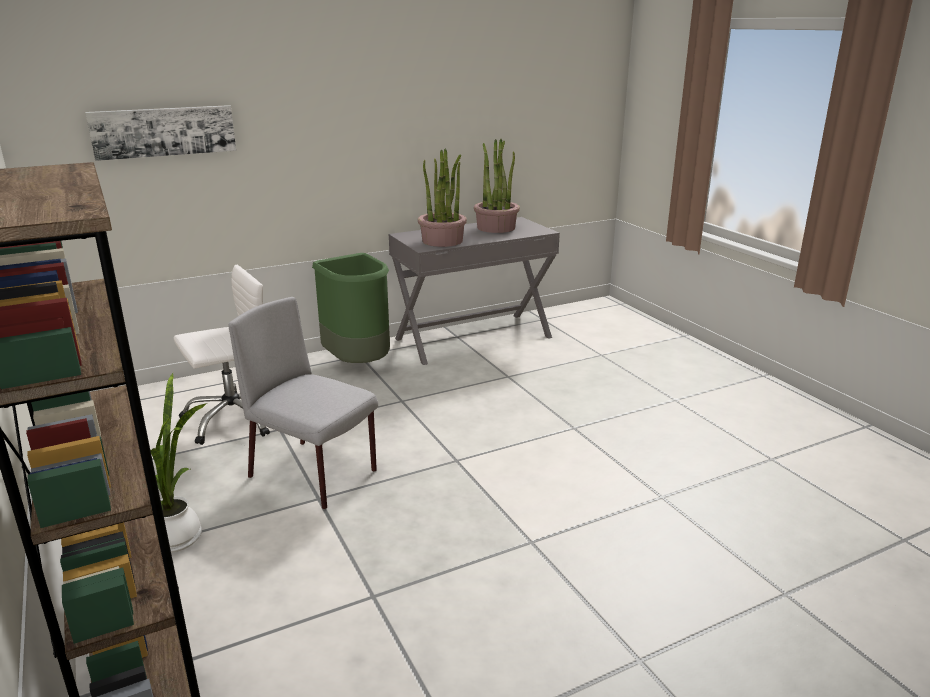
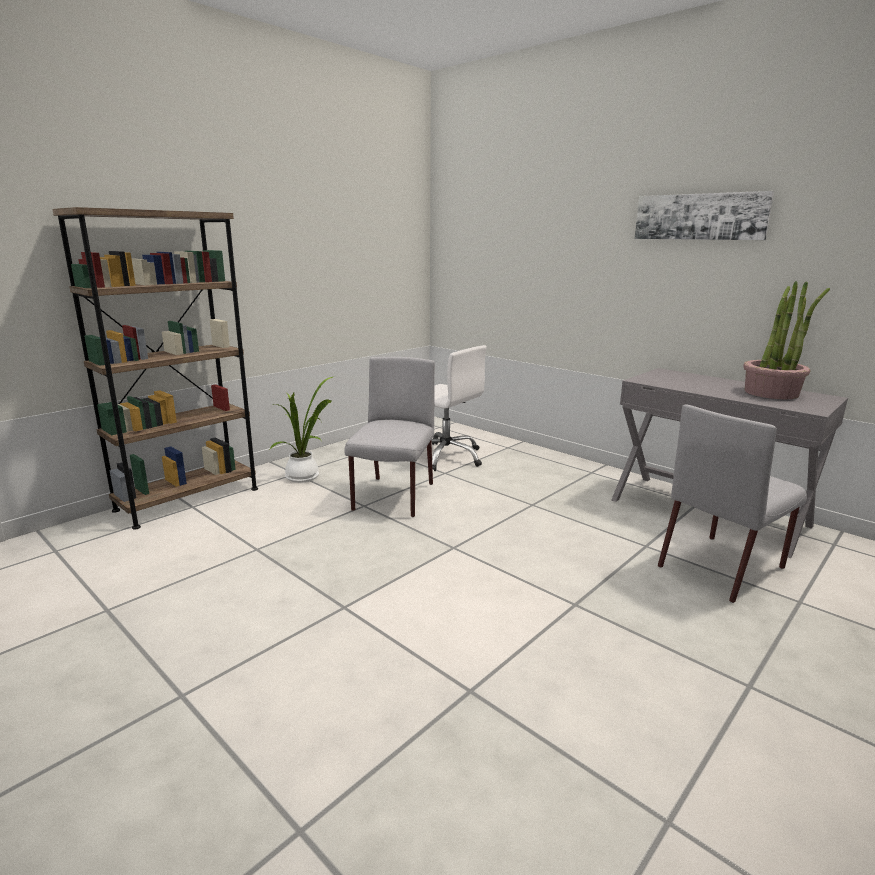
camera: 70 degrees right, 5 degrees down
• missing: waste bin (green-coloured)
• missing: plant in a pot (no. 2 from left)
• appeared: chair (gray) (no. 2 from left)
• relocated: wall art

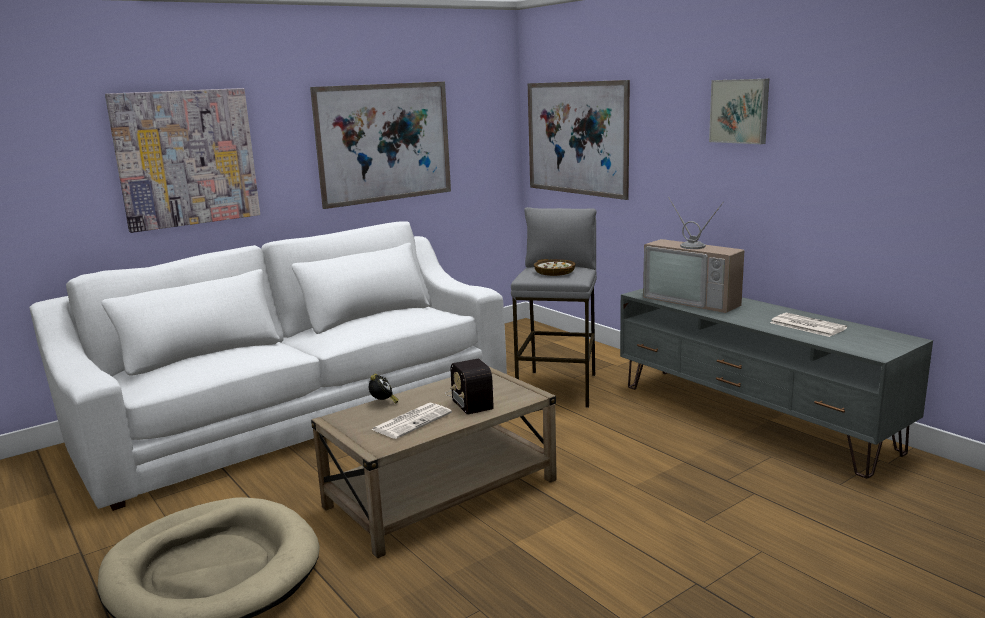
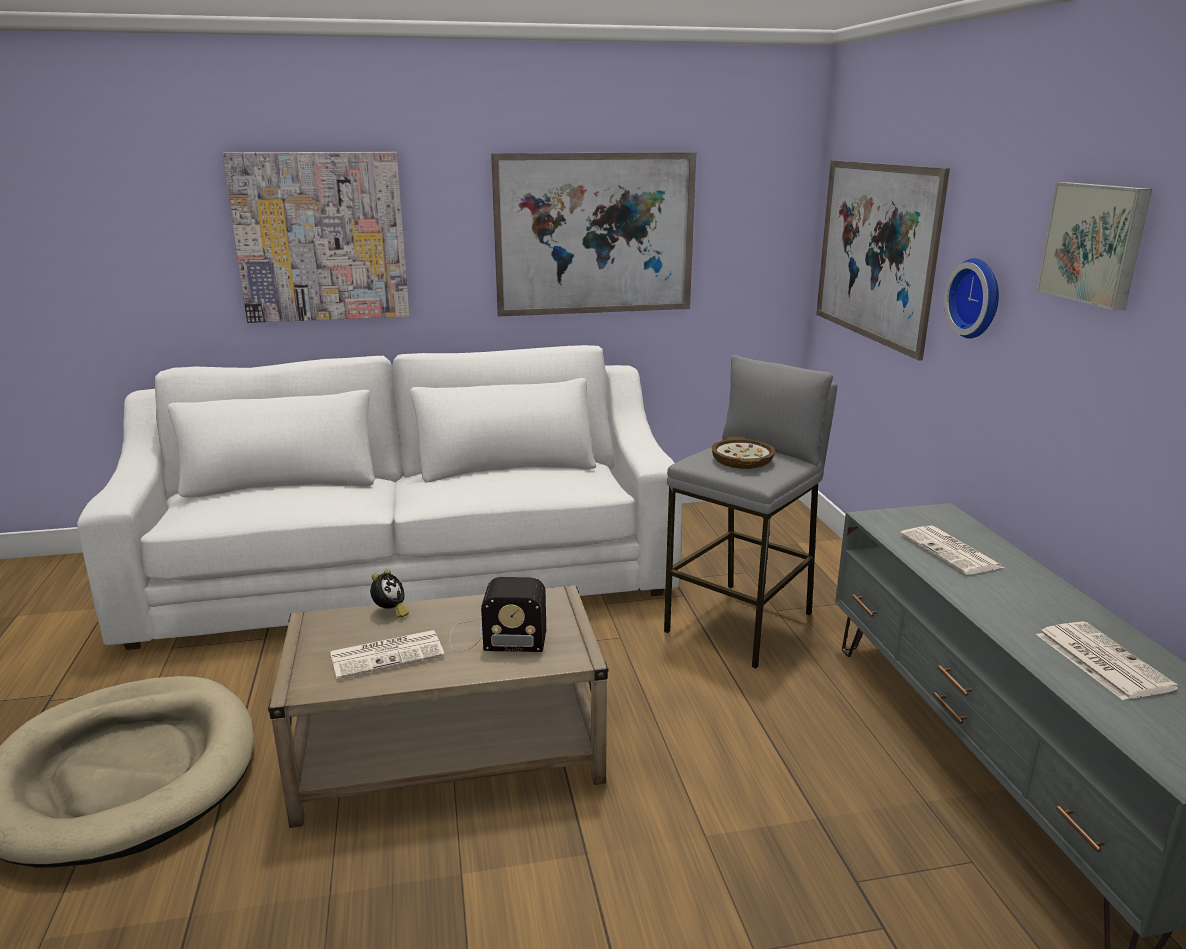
camera: 25 degrees right, 5 degrees up
• appeared: wall clock
• exchanged: TV to printed paper (no. 2 from left)
• spun: radio 90 degrees counterclockwise

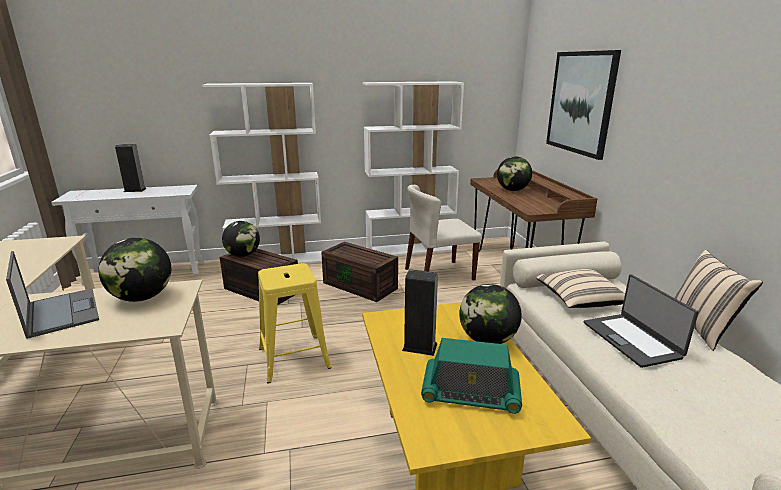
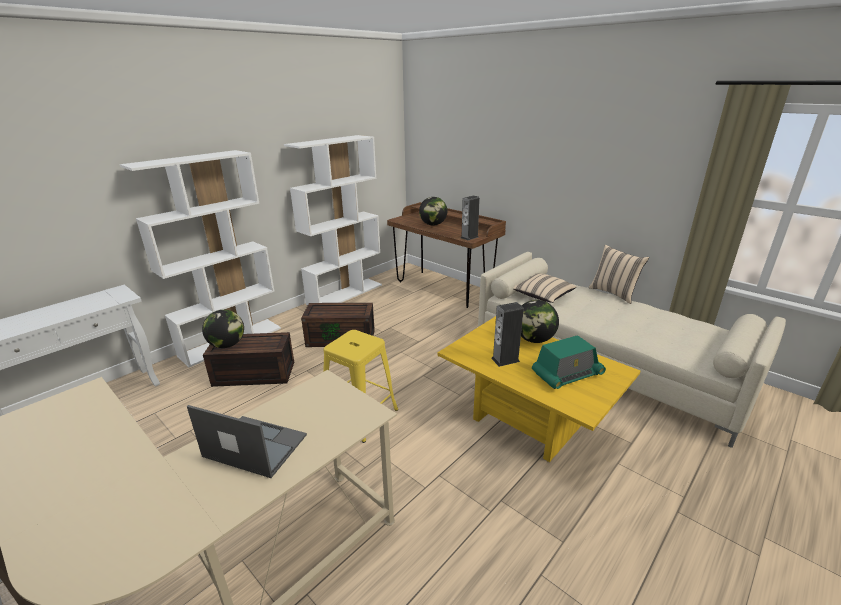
camera: 35 degrees left, 5 degrees up
• missing: globe (no. 1 from left)
• missing: chair (beige-coloured)
• missing: wall art
• missing: laptop (no. 2 from left)
• relocated: loudspeaker (no. 1 from left)

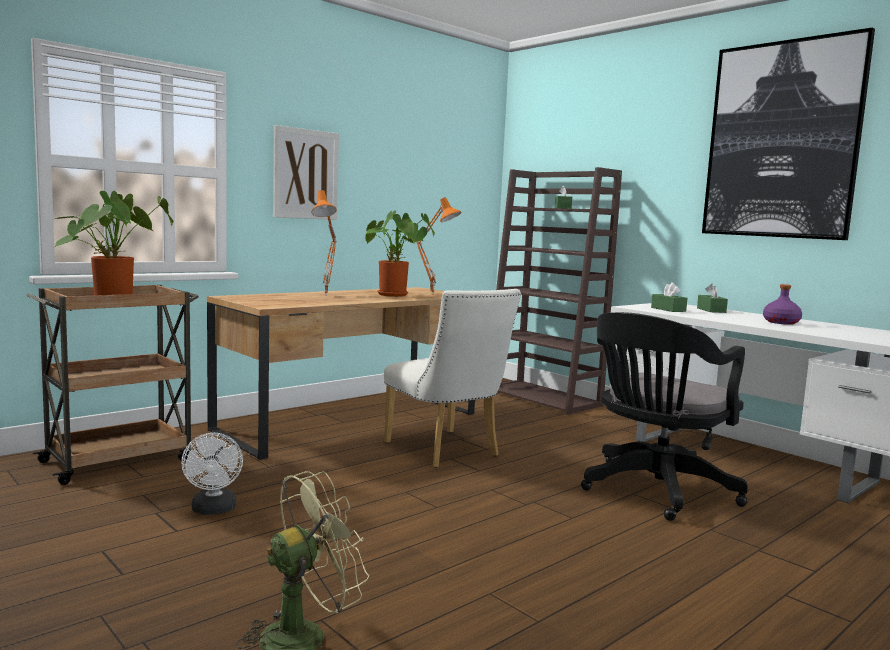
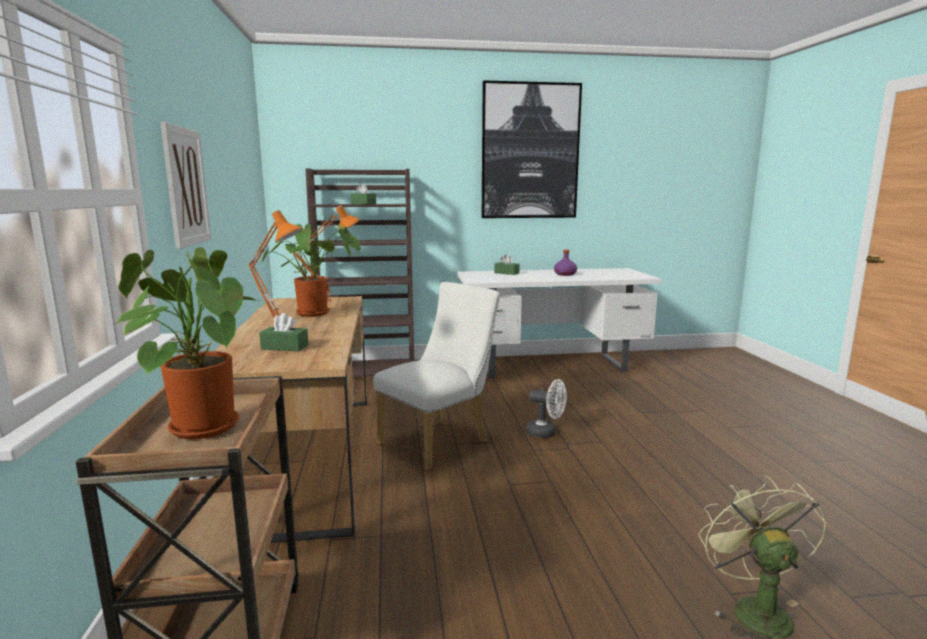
camera: 55 degrees left, 5 degrees up
• missing: office chair (black-coloured)
• relocated: electric fan (white)
• relocated: tissue box (green-coloured) (no. 2 from left in the first image) to tissue box (green-coloured) (no. 1 from left)
• spun: chair (white) 45 degrees counterclockwise

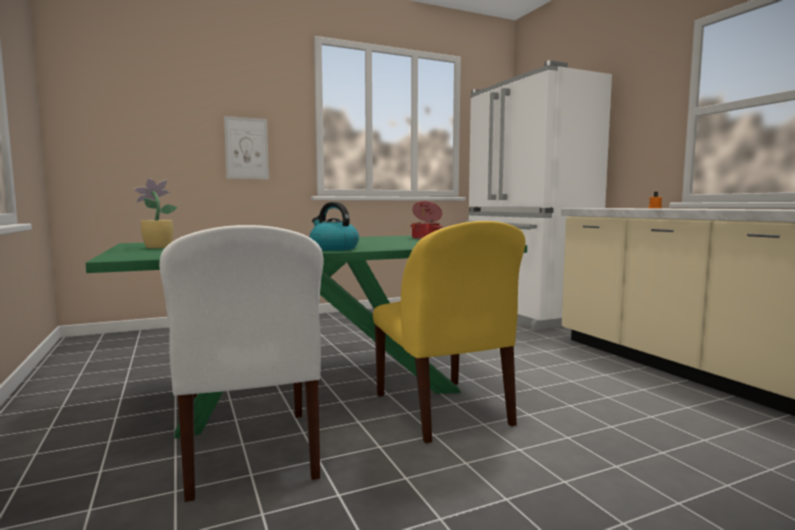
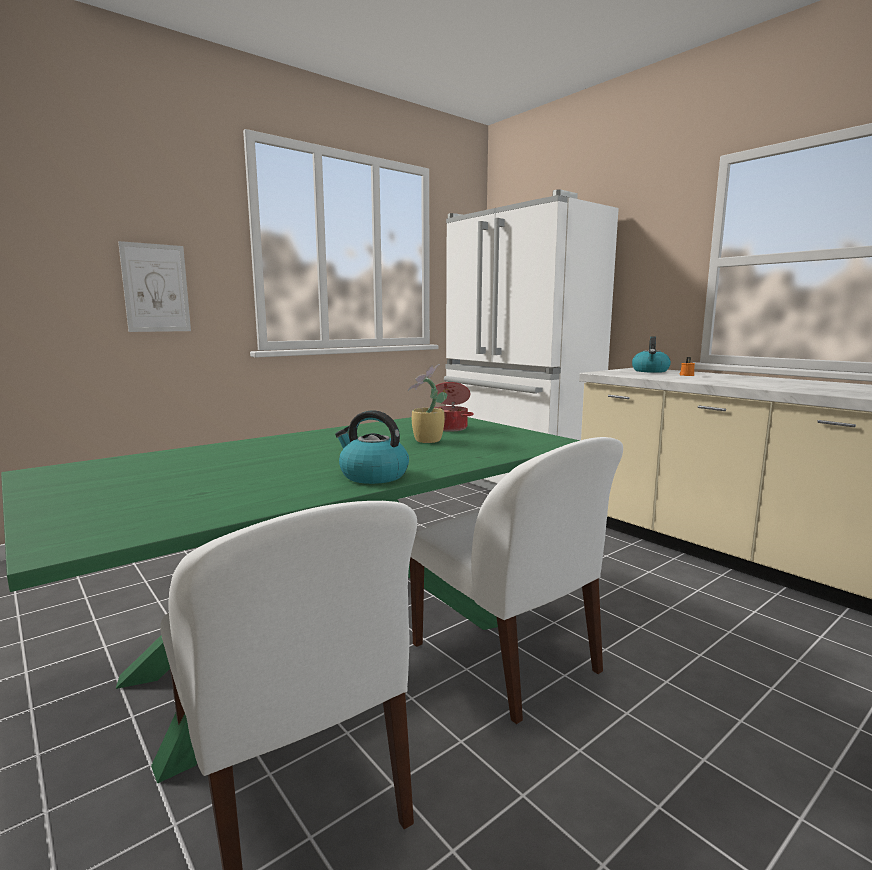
camera: 15 degrees left, 5 degrees up
• appeared: water kettle (no. 2 from left)
• relocated: plant in a pot
• colour: chair (yellowish) to chair (white) (no. 2 from left)

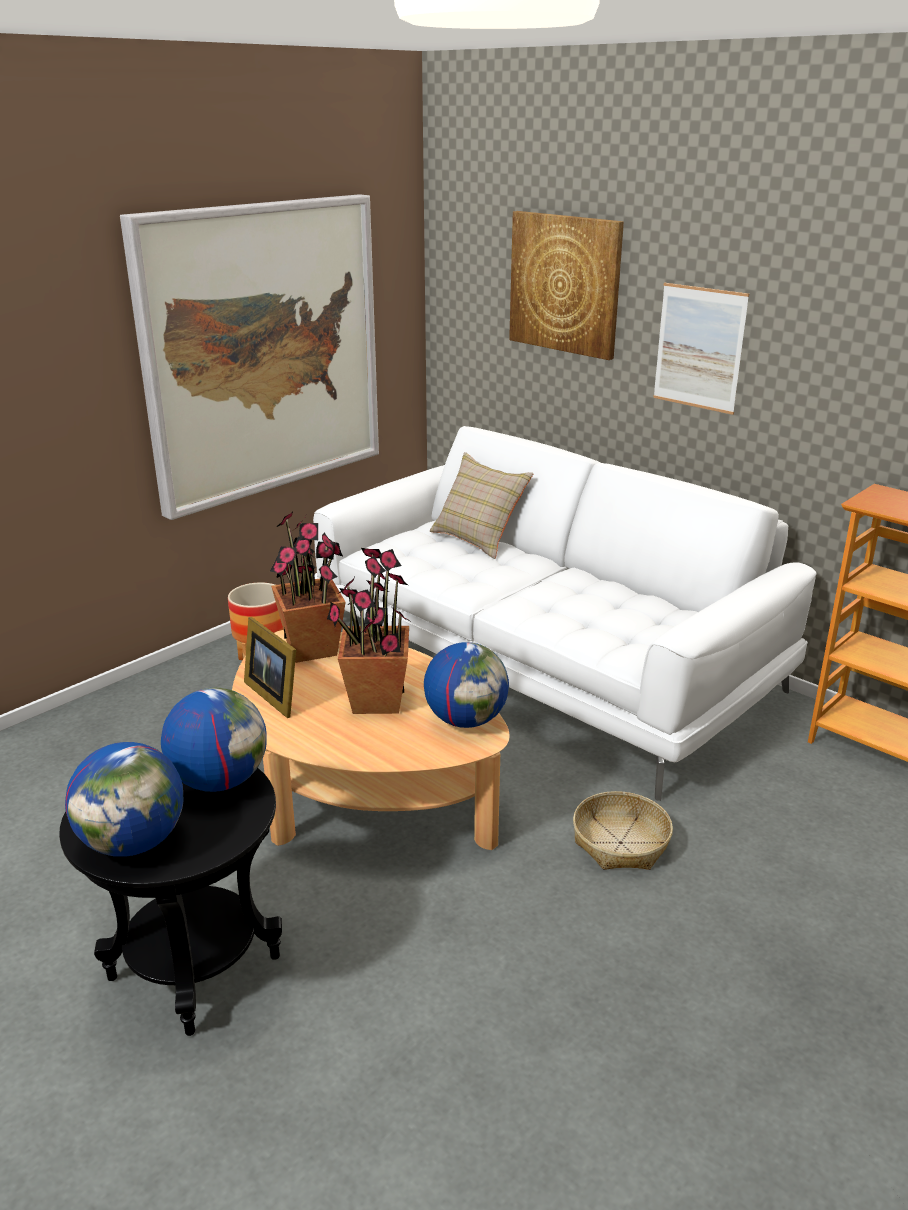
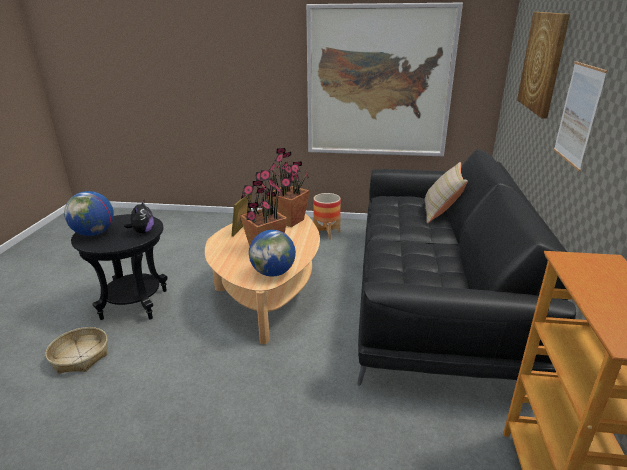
camera: 55 degrees right, 0 degrees up
• relocated: storage basket
• exchanged: globe (no. 2 from left) to plush toy
• colour: sofa (white) to sofa (black-coloured)

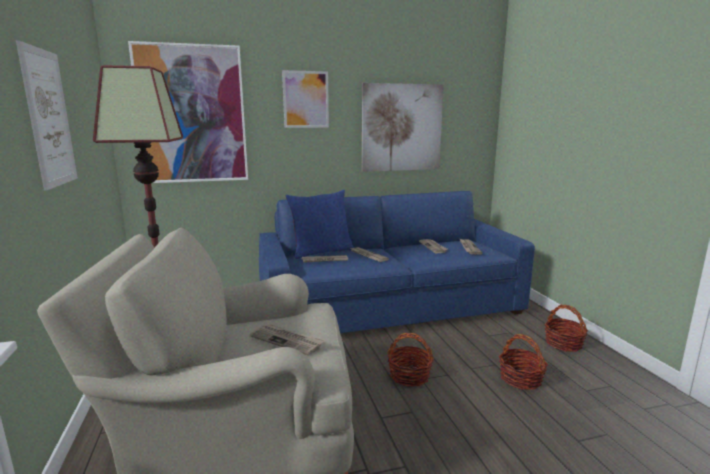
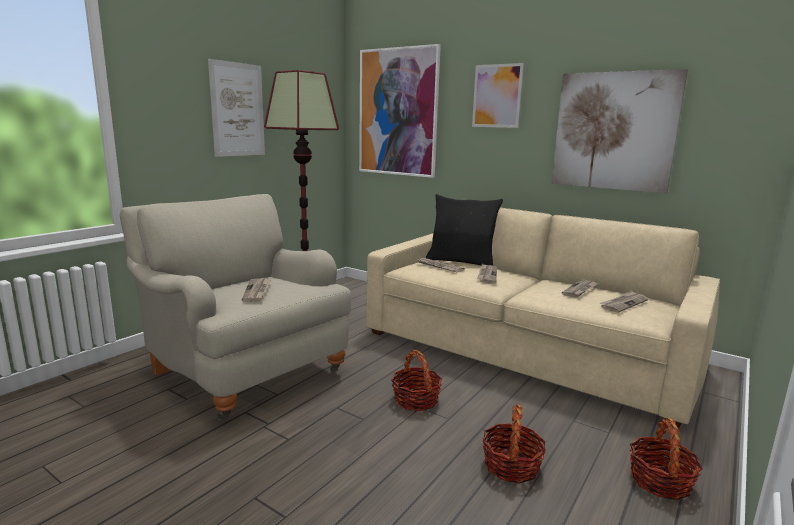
camera: 50 degrees right, 0 degrees up
• colour: sofa (bluish) to sofa (beige-coloured)
• colour: cushion (bluish) to cushion (black-coloured)

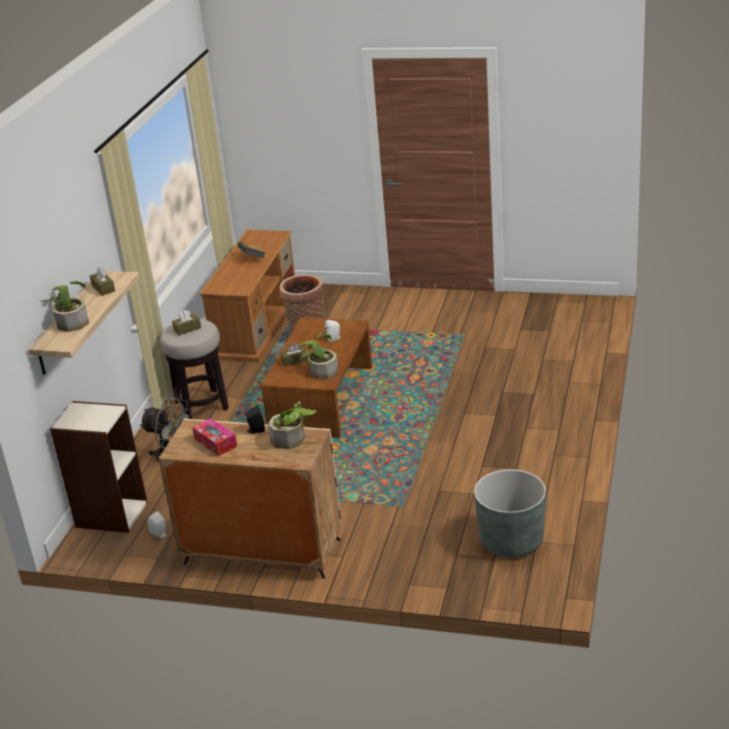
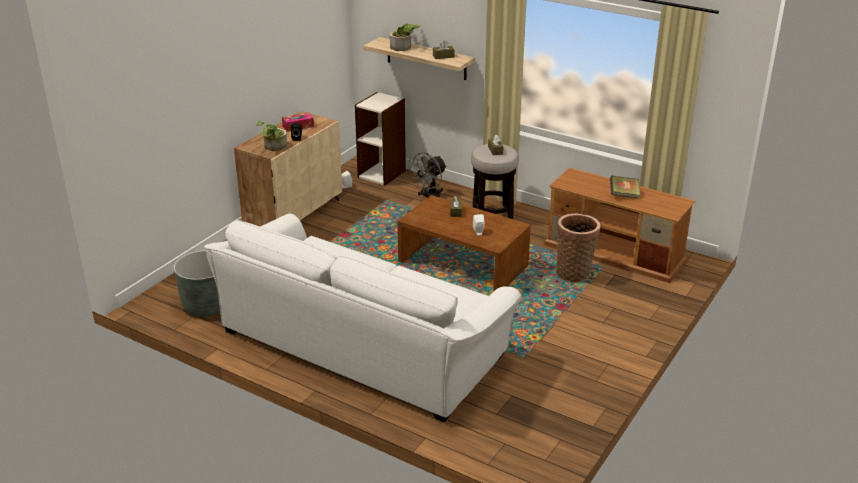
camera: 105 degrees right, 0 degrees up
• missing: plant in a pot (no. 3 from left)
• appeared: sofa (white)

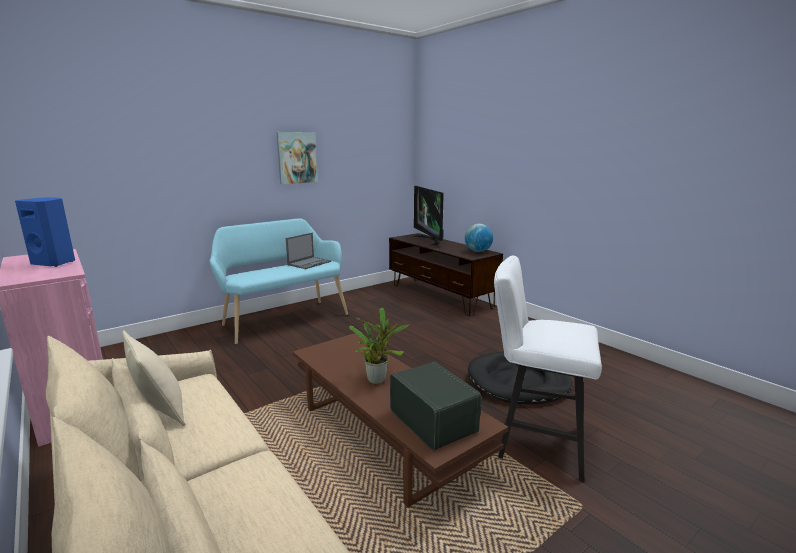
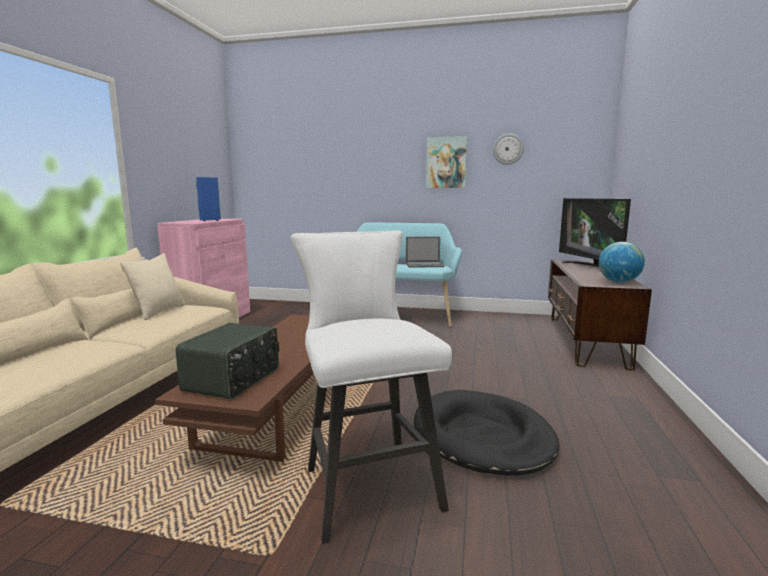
camera: 50 degrees right, 5 degrees down
• missing: plant in a pot
• appeared: wall clock
• spun: TV 45 degrees counterclockwise

